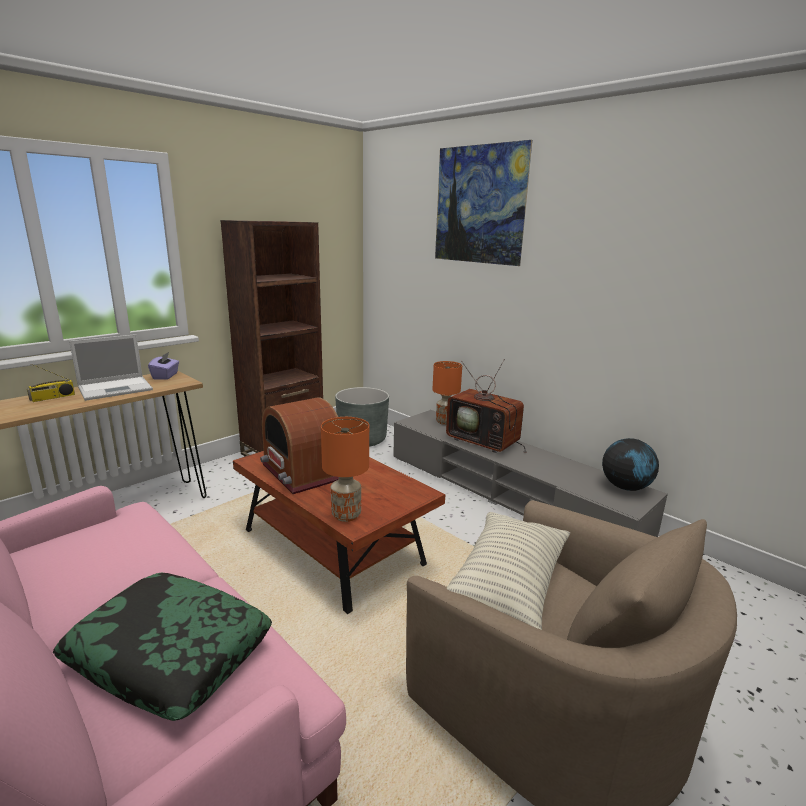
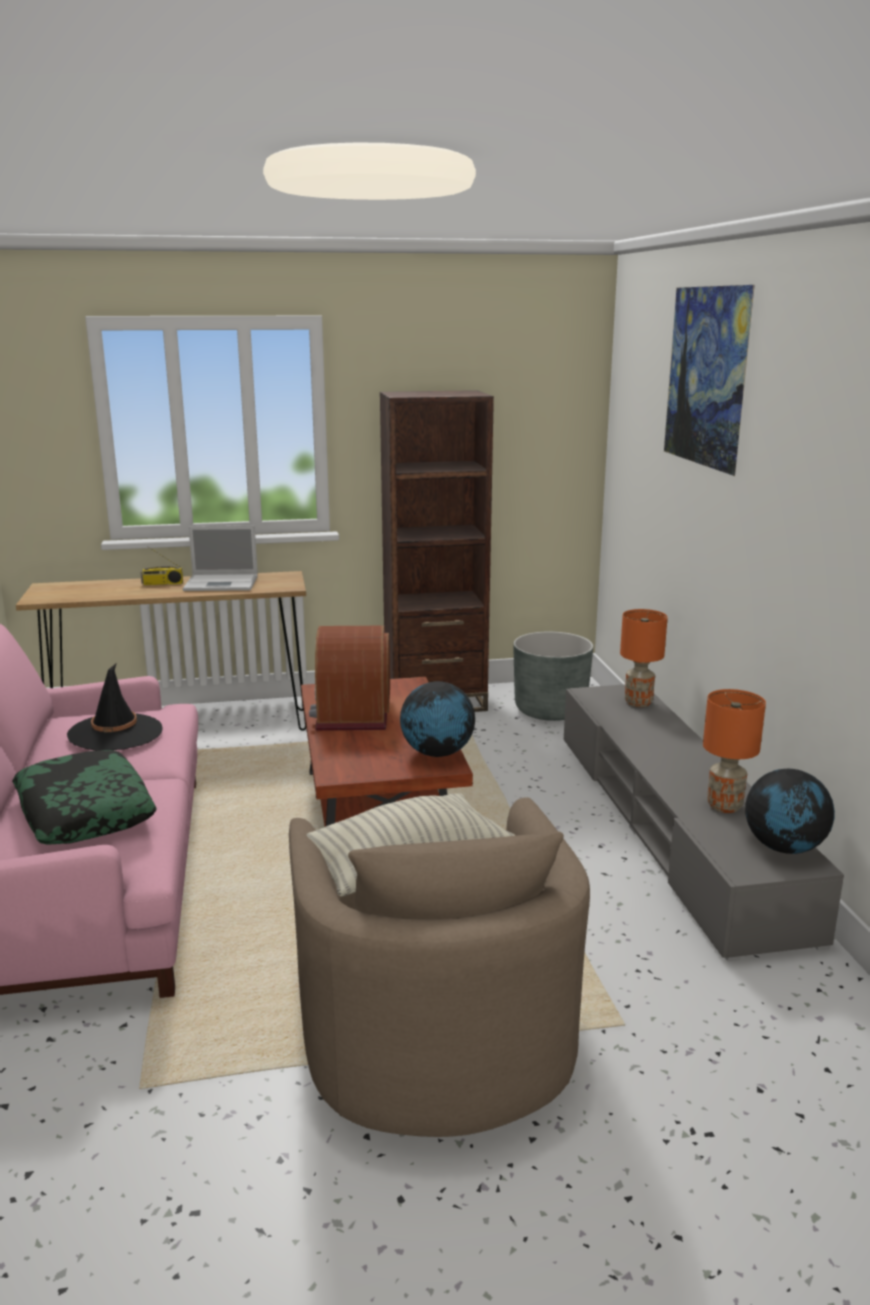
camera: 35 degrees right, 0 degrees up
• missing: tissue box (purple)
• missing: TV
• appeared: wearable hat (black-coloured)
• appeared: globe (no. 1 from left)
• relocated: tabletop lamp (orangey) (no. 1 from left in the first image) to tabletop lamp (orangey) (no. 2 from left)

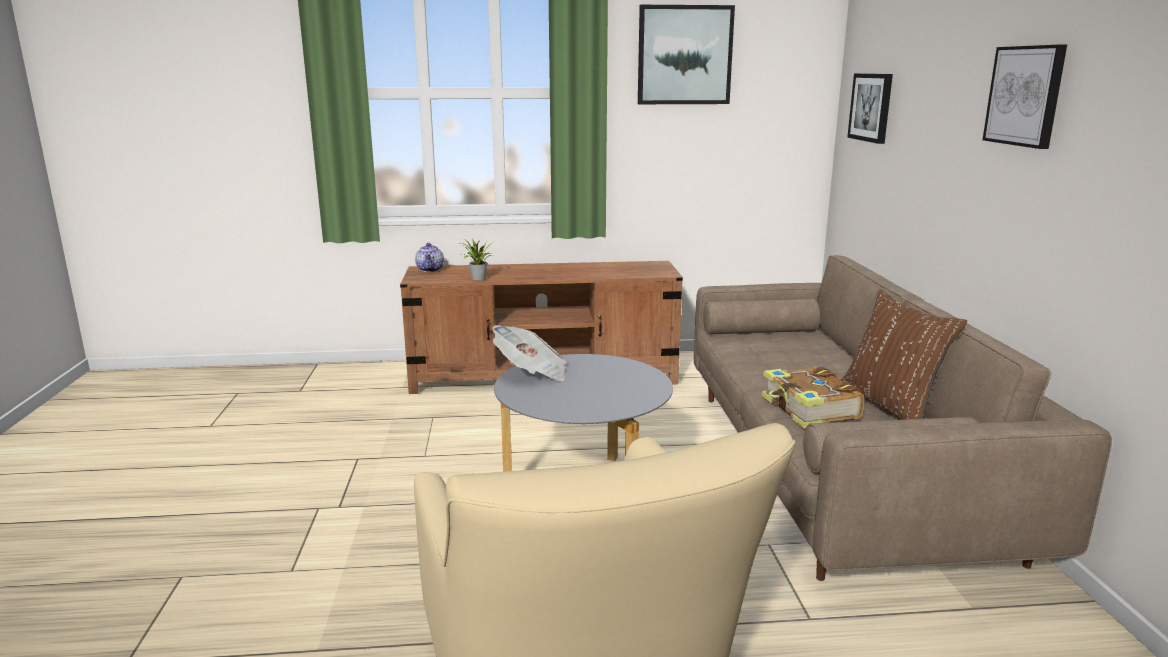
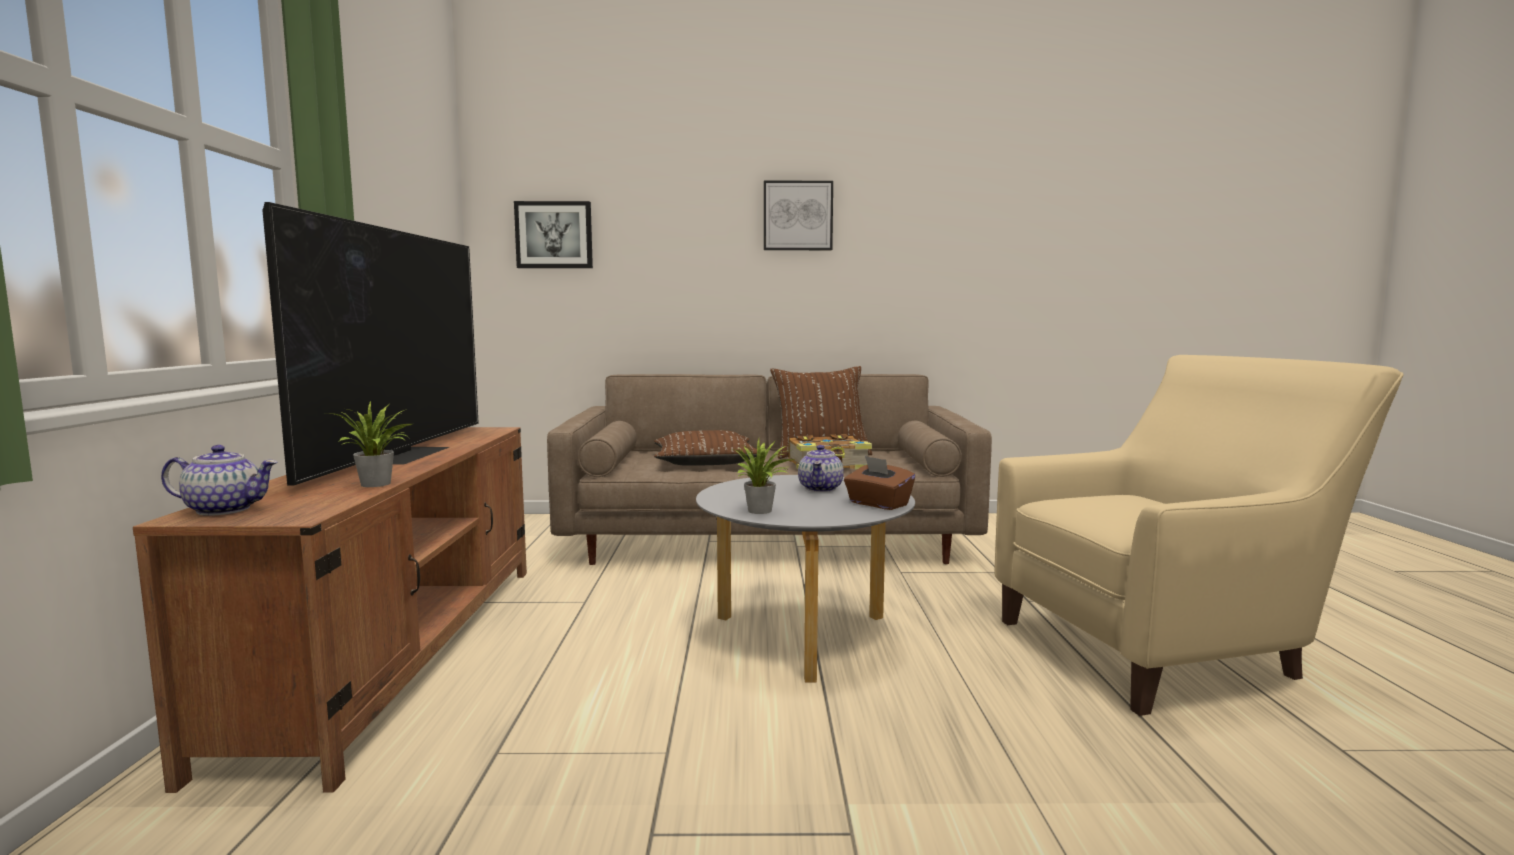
camera: 85 degrees left, 10 degrees down
• missing: wall art (no. 1 from left)
• appeared: TV
• appeared: cushion (brown) (no. 1 from left)
• appeared: pot for tea (no. 2 from left)
• appeared: tissue box (brown)
• exchanged: printed paper to plant in a pot (no. 2 from left)

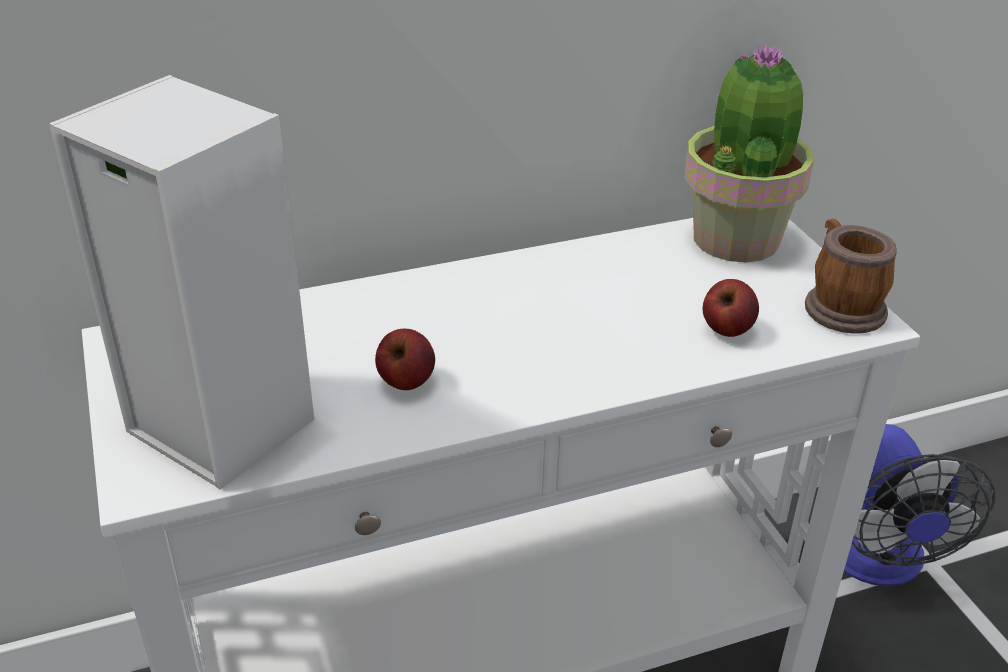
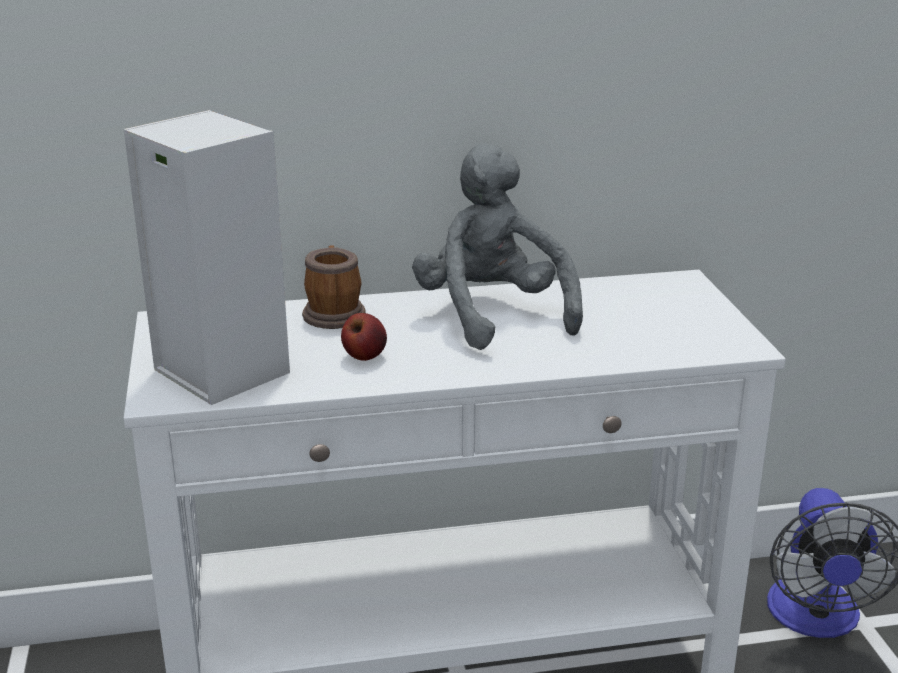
camera: 10 degrees right, 10 degrees down
• missing: plant in a pot
• missing: apple (no. 2 from left)
• appeared: plush toy (gray)
• relocated: mug

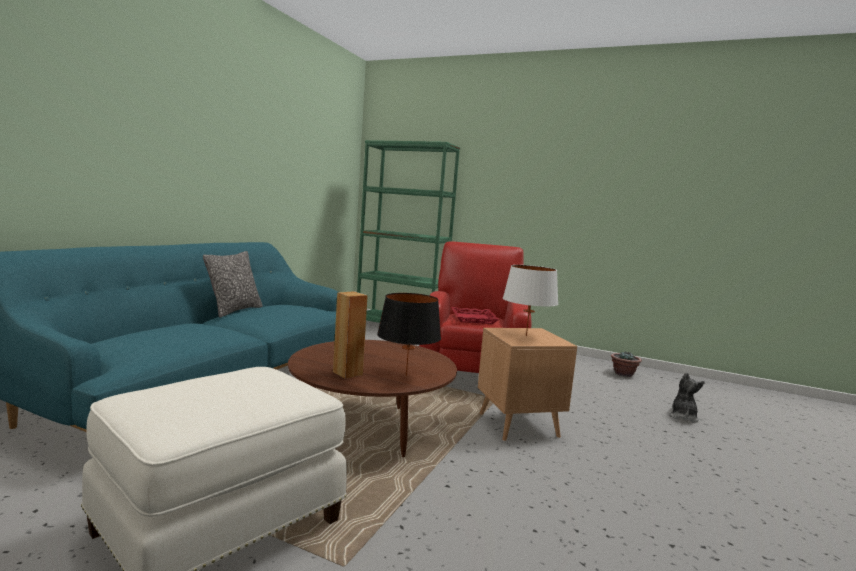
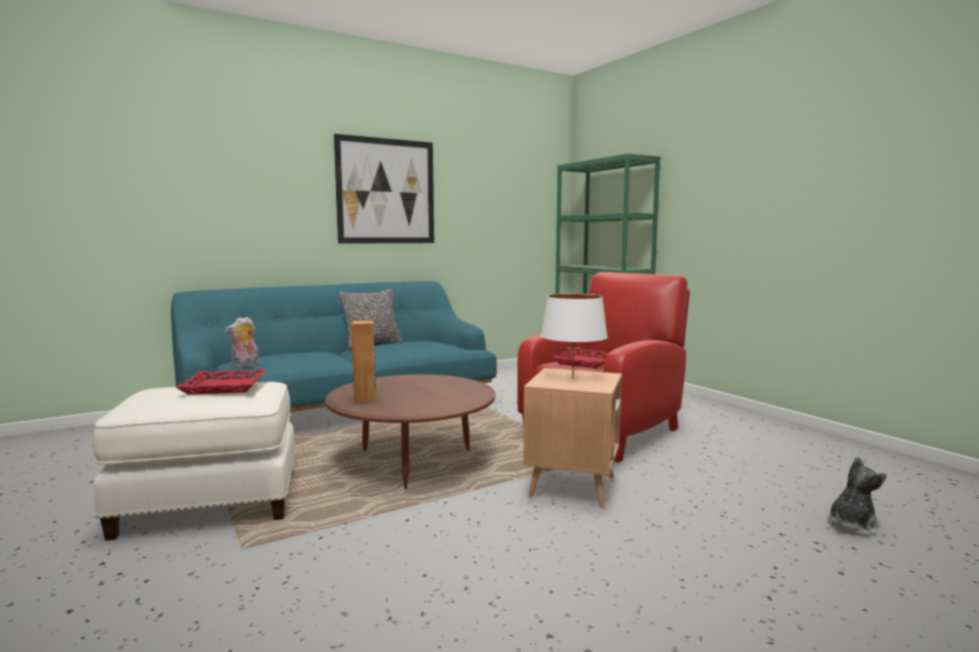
camera: 35 degrees right, 0 degrees up
• missing: tabletop lamp (black-coloured)
• missing: plant in a pot
• appeared: carrying tray (reddish) (no. 1 from left)
• appeared: plush toy (no. 1 from left)
• appeared: wall art

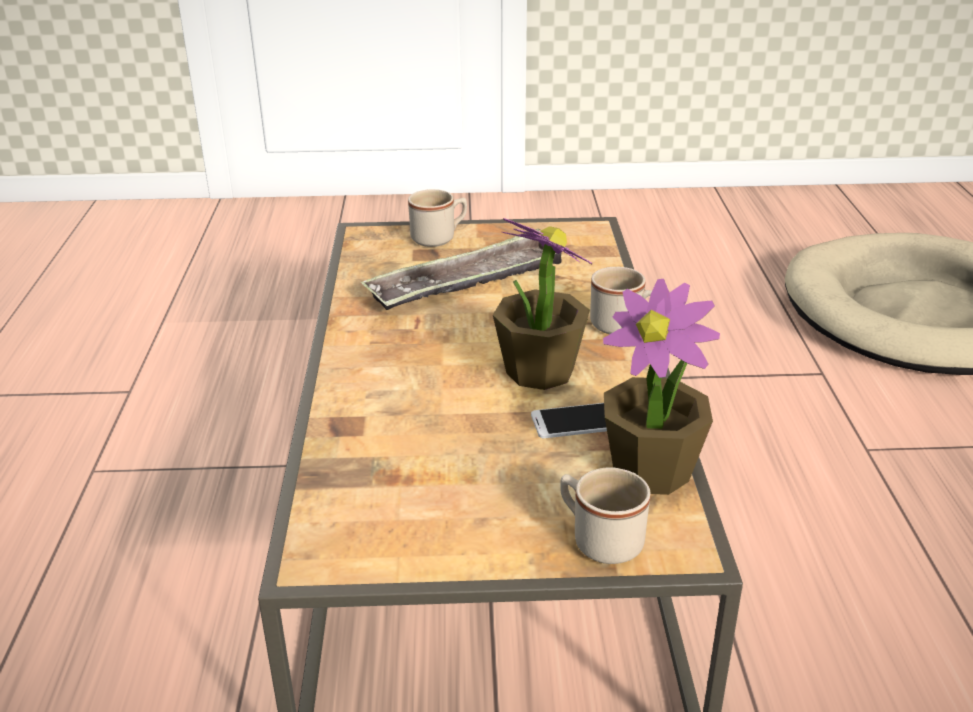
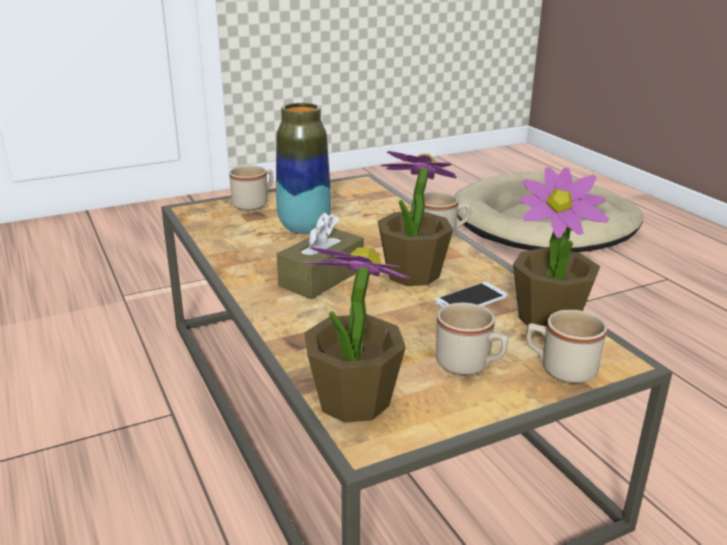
camera: 25 degrees left, 5 degrees down
• appeared: tissue box (brown)
• appeared: plant in a pot (no. 1 from left)
• appeared: mug (beige-coloured) (no. 3 from left)
• exchanged: carrying tray to vase

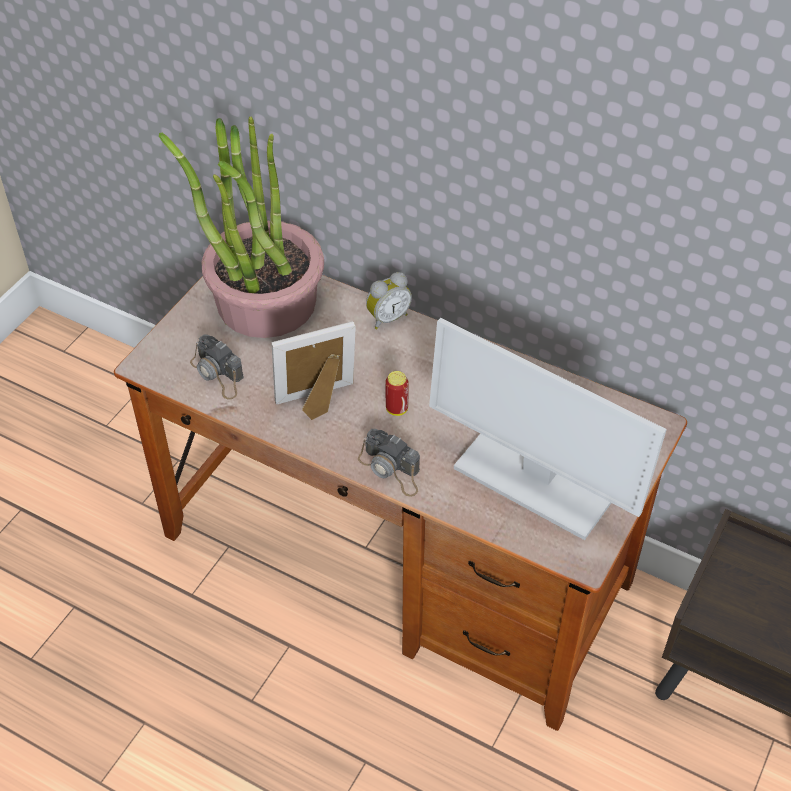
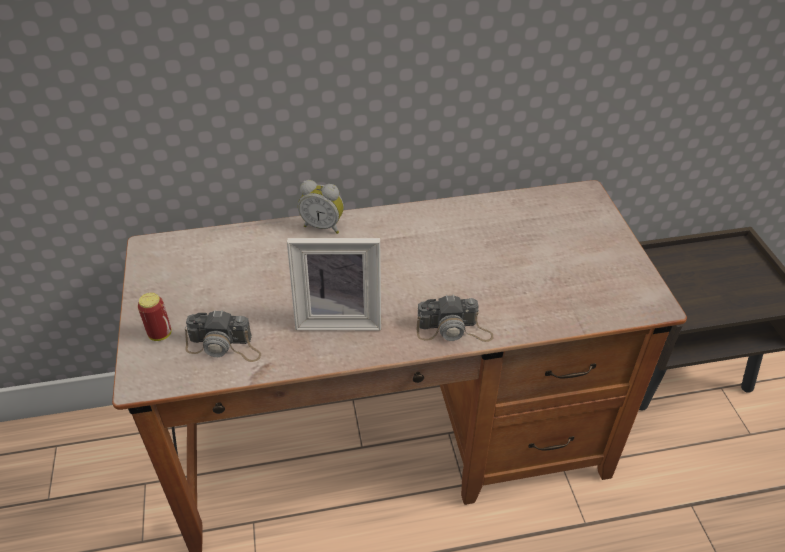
camera: 40 degrees left, 5 degrees down
• missing: plant in a pot
• missing: monitor
• relocated: metal can
• spun: picture frame 120 degrees counterclockwise
• spun: table clock 90 degrees clockwise

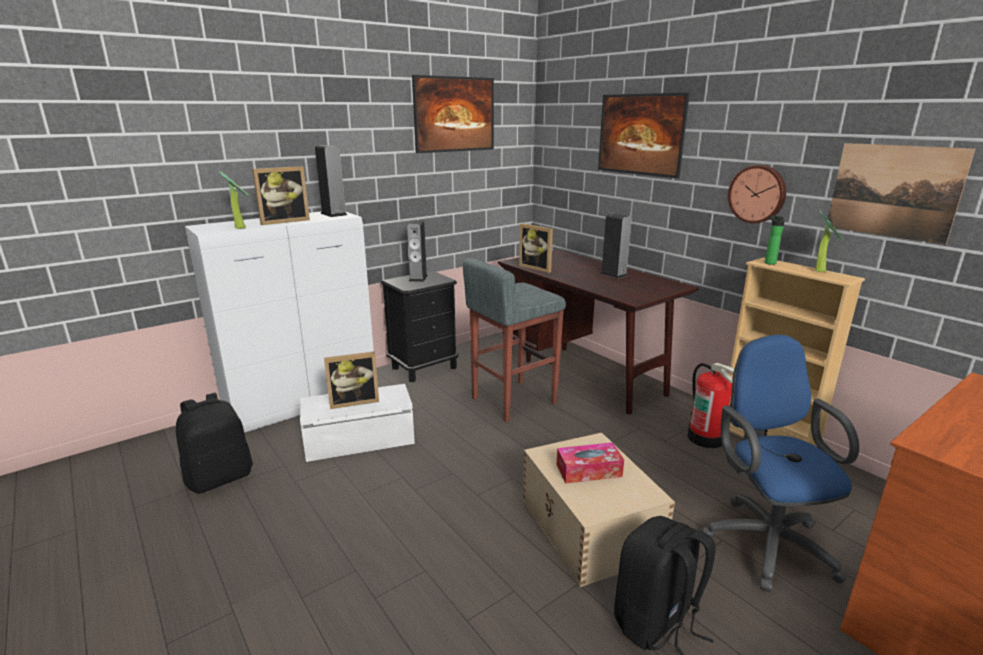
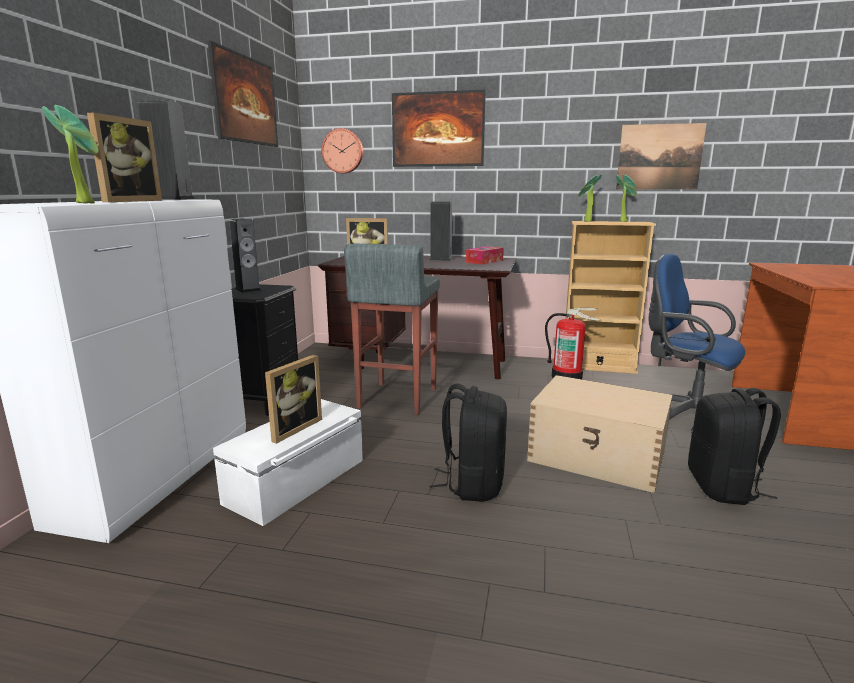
camera: 40 degrees left, 5 degrees down
• relocated: backpack (black-coloured) (no. 1 from left)
• relocated: tissue box
• relocated: wall clock
• exchanged: bottle to plant in a pot (no. 2 from left)

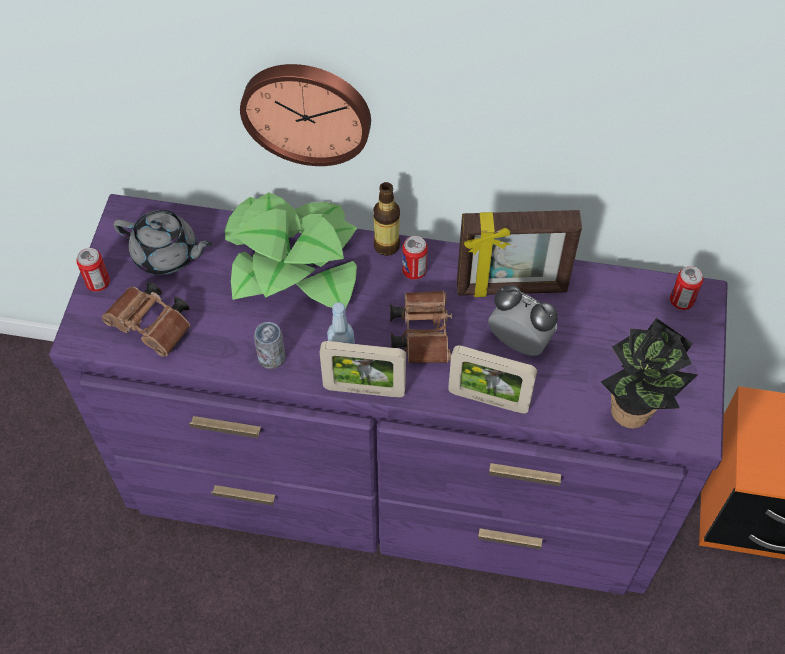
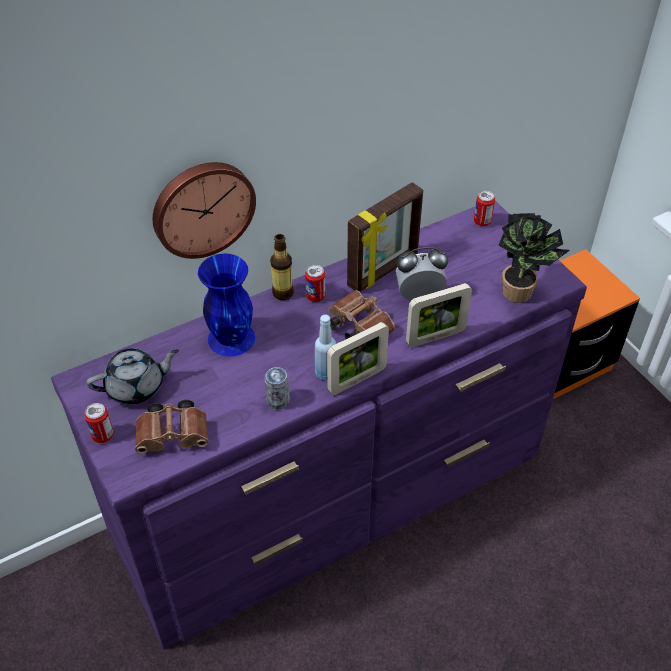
camera: 40 degrees left, 10 degrees down
• exchanged: plant in a pot (no. 1 from left) to vase (bluish)

